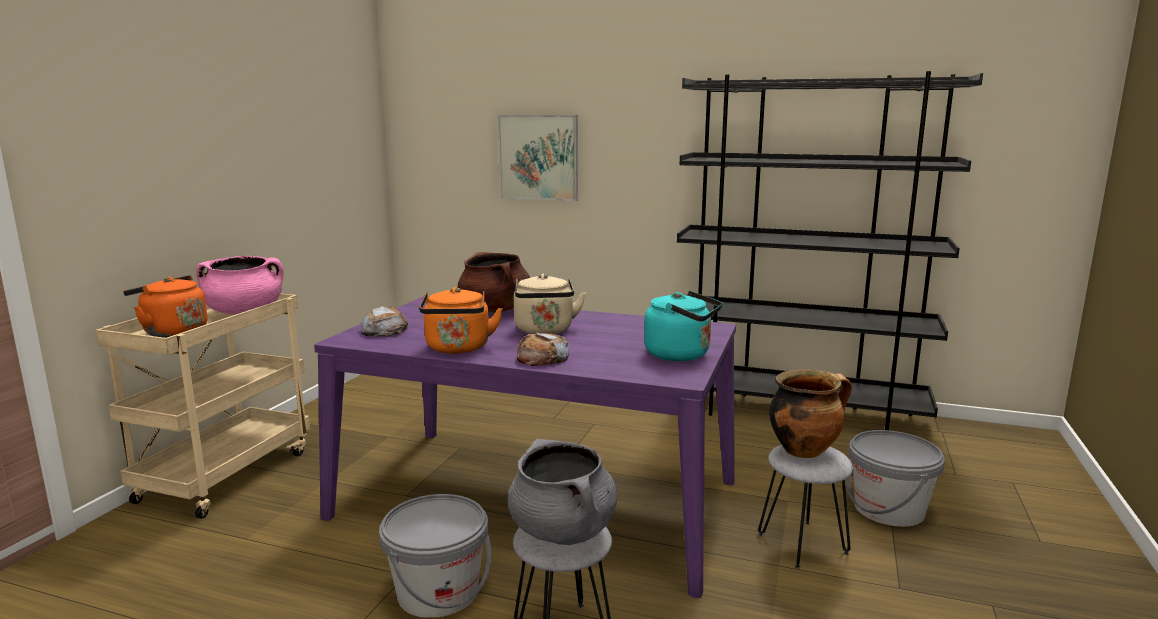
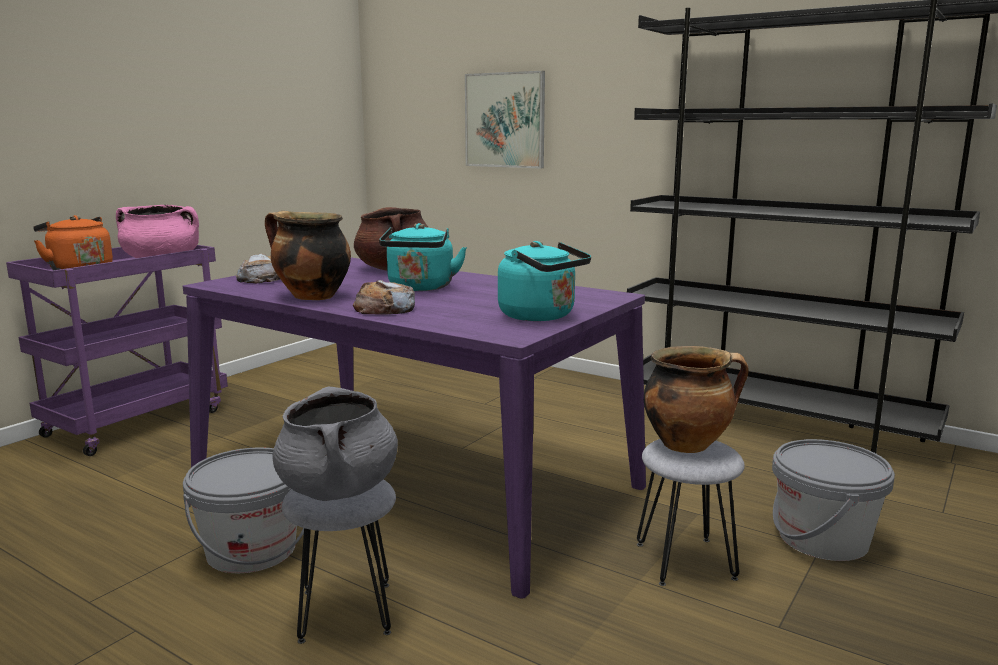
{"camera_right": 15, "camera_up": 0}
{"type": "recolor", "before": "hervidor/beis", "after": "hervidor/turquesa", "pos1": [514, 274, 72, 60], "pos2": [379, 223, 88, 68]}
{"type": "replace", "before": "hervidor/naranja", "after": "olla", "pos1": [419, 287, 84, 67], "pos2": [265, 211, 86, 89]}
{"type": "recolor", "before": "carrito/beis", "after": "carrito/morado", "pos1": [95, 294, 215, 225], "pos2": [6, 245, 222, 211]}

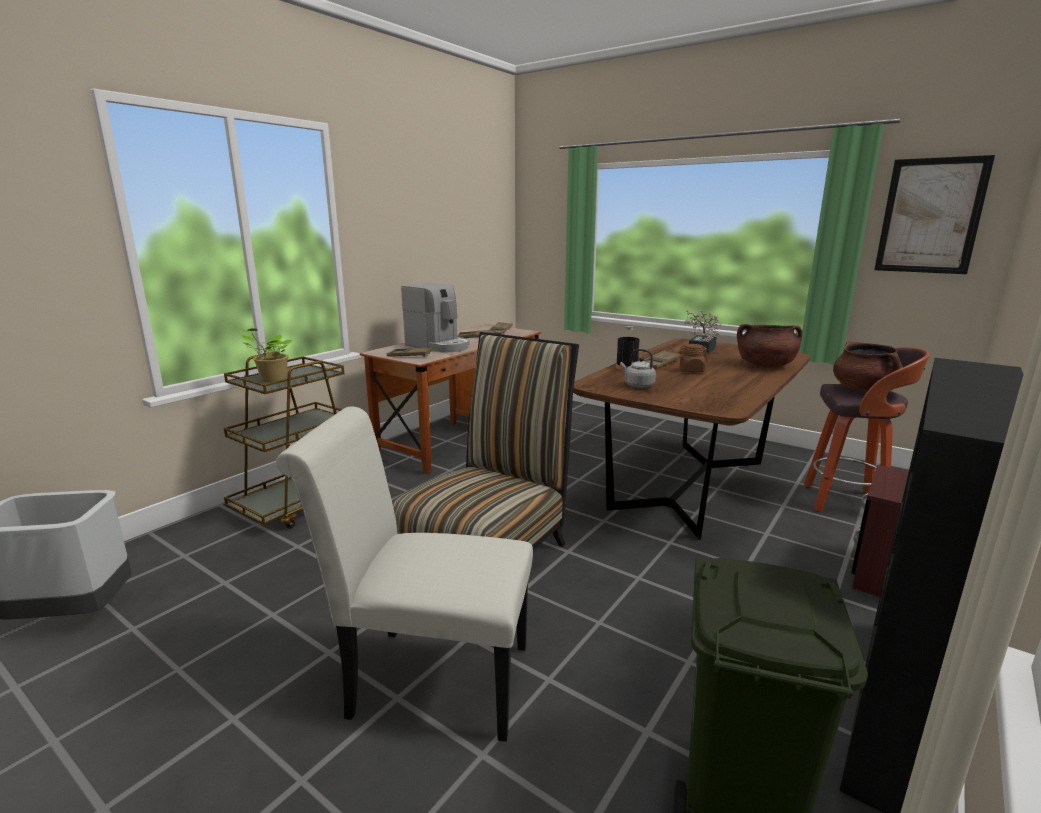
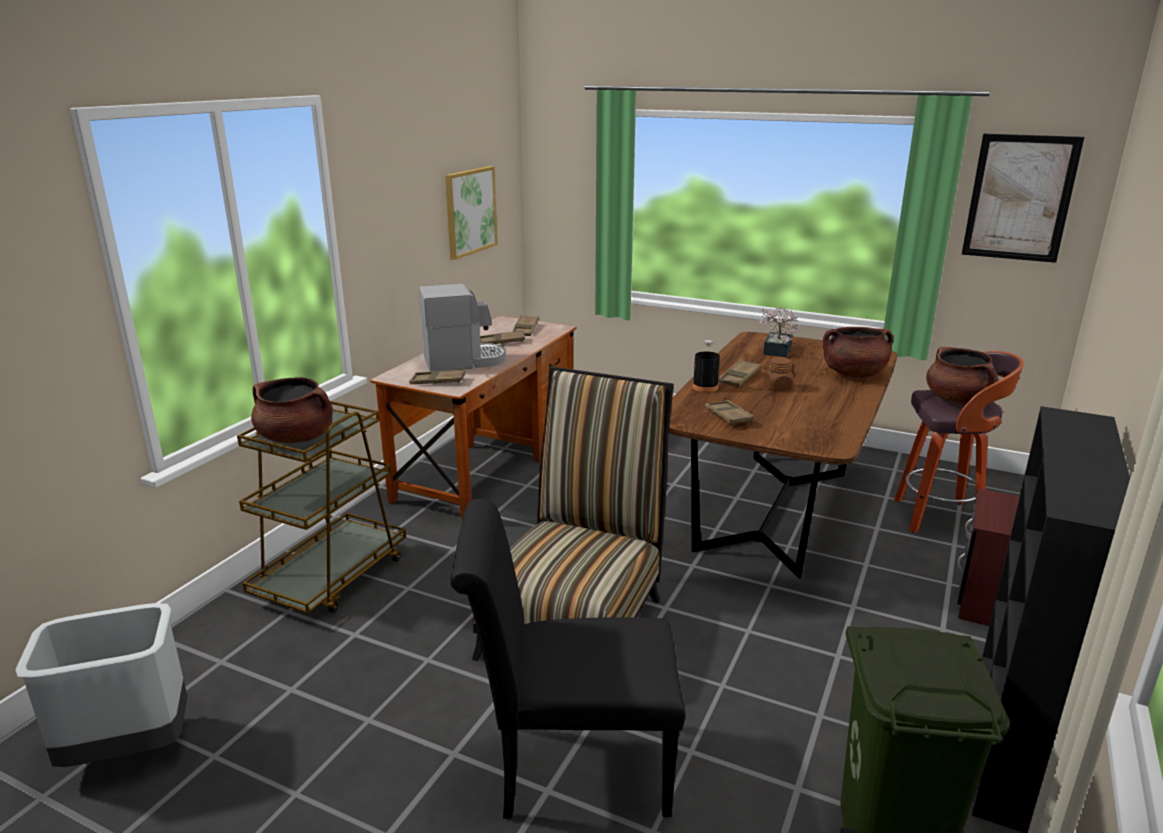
{"camera_right": -10, "camera_up": 5}
{"type": "rotate", "before": "cafetera", "pos1": [401, 283, 68, 69], "pos2": [419, 283, 87, 89], "turn": -45}
{"type": "replace", "before": "planta en maceta", "after": "olla/marrón", "pos1": [235, 327, 57, 55], "pos2": [251, 377, 82, 66]}
{"type": "replace", "before": "hervidor/gris", "after": "bandeja/marrón", "pos1": [620, 349, 36, 39], "pos2": [705, 400, 49, 25]}
{"type": "recolor", "before": "silla/blanco", "after": "silla/negro", "pos1": [276, 406, 257, 336], "pos2": [451, 499, 234, 320]}
{"type": "insert", "after": "cuadro", "pos2": [445, 166, 53, 94]}

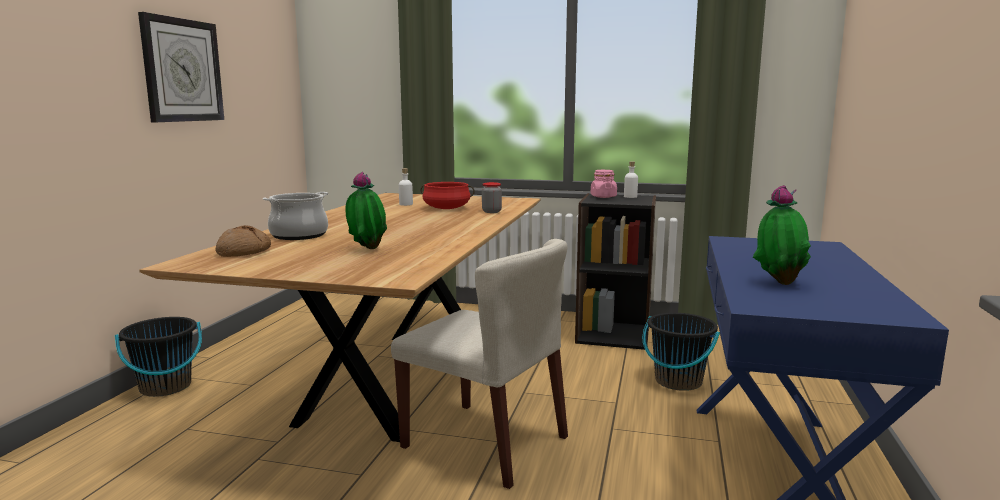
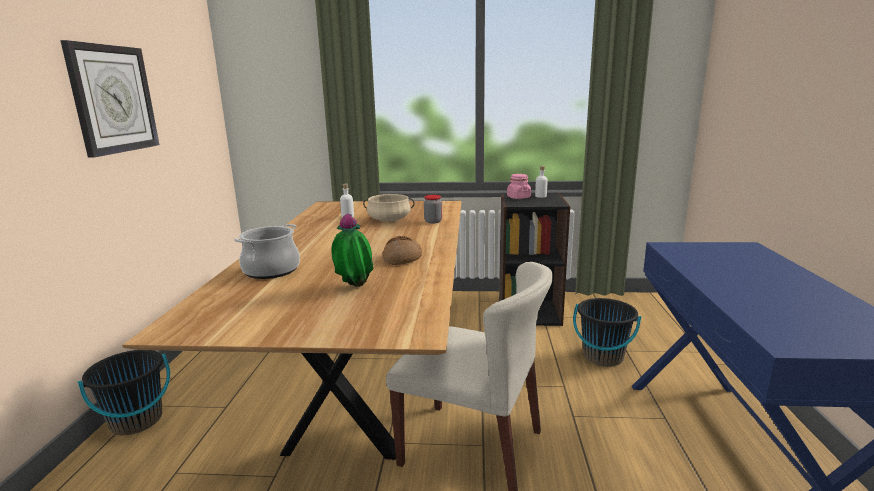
{"camera_right": -10, "camera_up": 5}
{"type": "recolor", "before": "olla/rojo", "after": "olla/beis", "pos1": [420, 182, 55, 27], "pos2": [363, 194, 52, 27]}
{"type": "delete", "before": "planta en maceta", "pos1": [753, 185, 58, 100]}
{"type": "move", "before": "pan", "pos1": [215, 225, 56, 32], "pos2": [383, 236, 39, 29]}

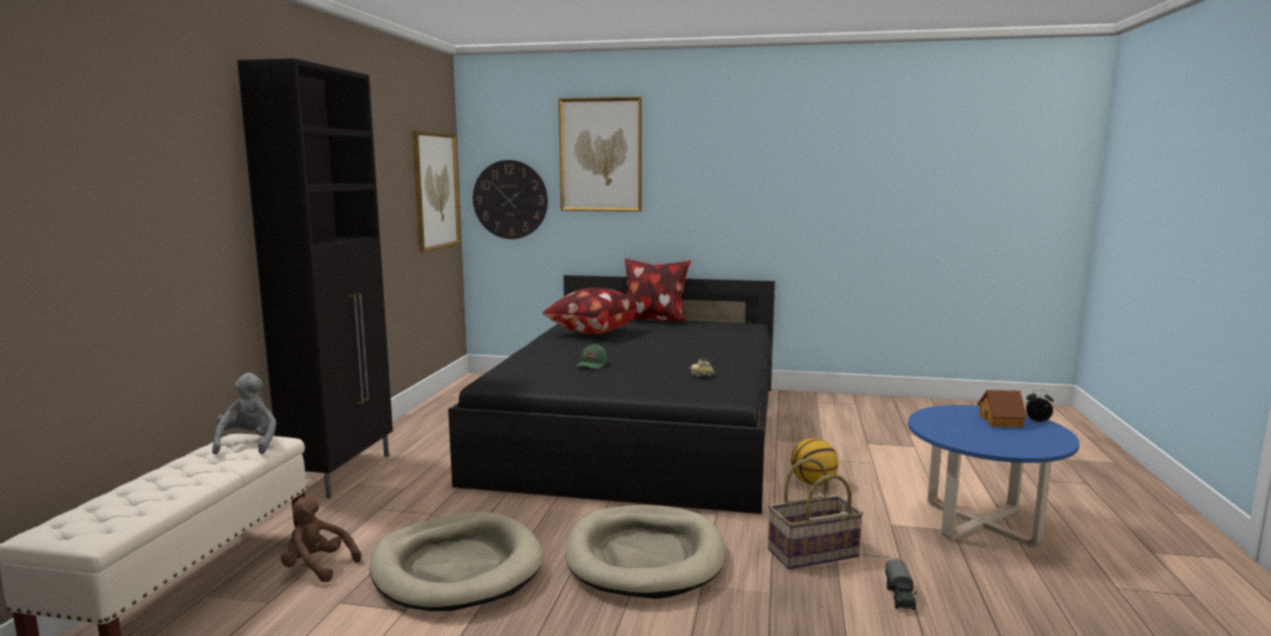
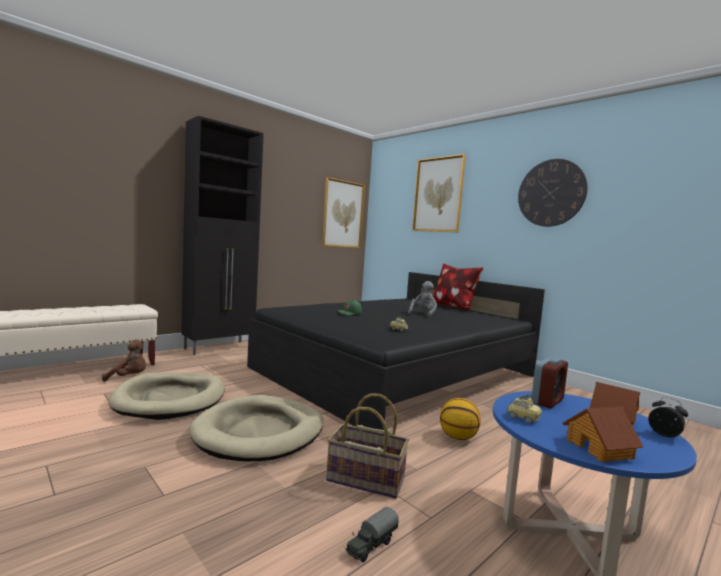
{"camera_right": 35, "camera_up": -5}
{"type": "move", "before": "reloj de pared", "pos1": [473, 160, 75, 79], "pos2": [518, 159, 70, 68]}
{"type": "delete", "before": "cojín", "pos1": [543, 288, 94, 46]}
{"type": "move", "before": "peluche/gris", "pos1": [212, 373, 65, 82], "pos2": [408, 281, 29, 37]}
{"type": "rotate", "before": "peluche/marrón", "pos1": [281, 497, 80, 85], "pos2": [102, 339, 44, 43], "turn": 120}
{"type": "insert", "after": "despertador", "pos2": [531, 357, 37, 52]}
{"type": "insert", "after": "coche de juguete", "pos2": [507, 394, 35, 29]}
{"type": "insert", "after": "casita", "pos2": [563, 406, 81, 56]}

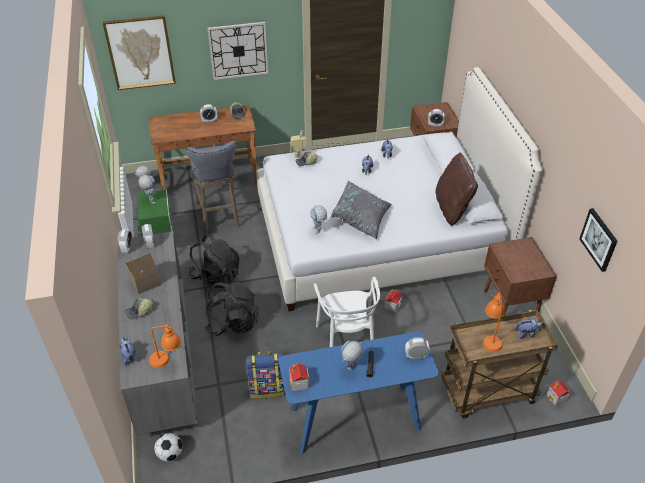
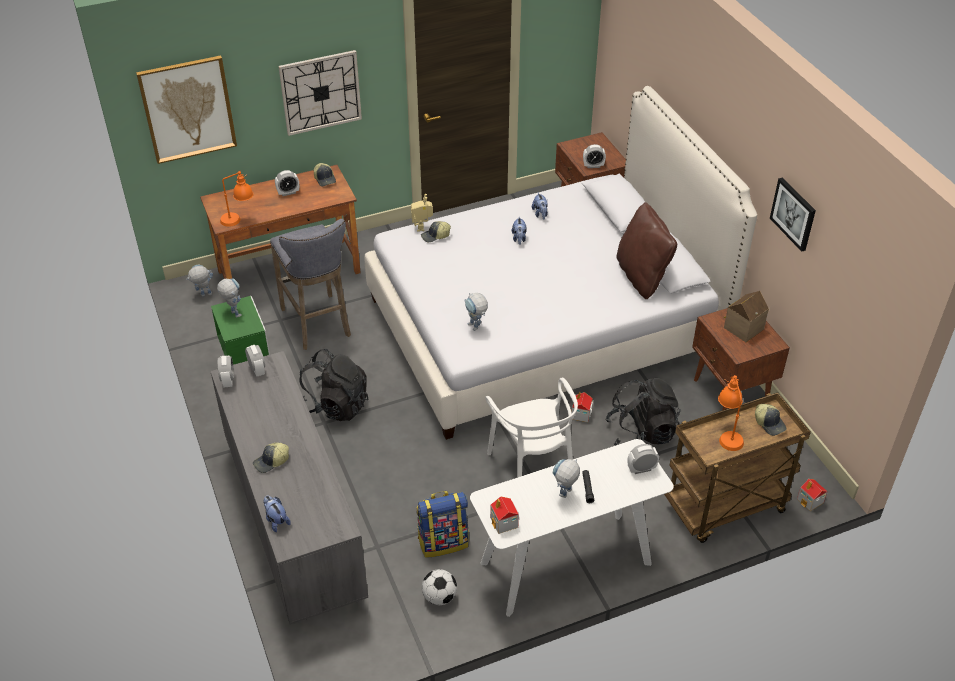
{"camera_right": -10, "camera_up": 0}
{"type": "delete", "before": "cojín/gris", "pos1": [331, 181, 61, 58]}
{"type": "move", "before": "cuadro", "pos1": [579, 208, 38, 64], "pos2": [770, 178, 46, 74]}
{"type": "move", "before": "casita", "pos1": [126, 253, 35, 41], "pos2": [724, 291, 45, 51]}
{"type": "move", "before": "mochila/negro", "pos1": [205, 282, 53, 54], "pos2": [605, 378, 76, 68]}
{"type": "replace", "before": "peluche", "after": "gorra", "pos1": [515, 317, 27, 22], "pos2": [755, 404, 32, 32]}
{"type": "move", "before": "lámpara de mesa/naranja", "pos1": [149, 322, 32, 46], "pos2": [220, 170, 33, 57]}
{"type": "recolor", "before": "mesa consola/azul", "after": "mesa consola/blanco", "pos1": [278, 332, 161, 122], "pos2": [470, 439, 204, 178]}
{"type": "move", "before": "balón de fútbol", "pos1": [154, 433, 29, 29], "pos2": [422, 569, 35, 36]}

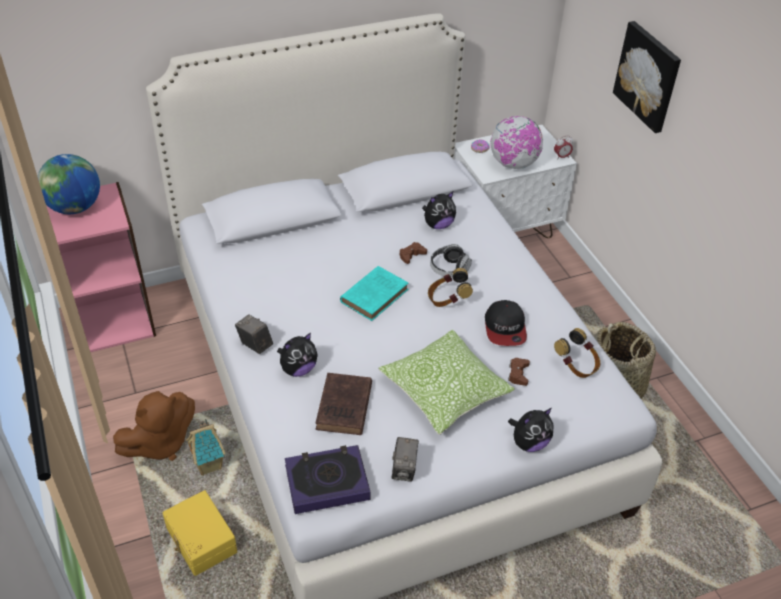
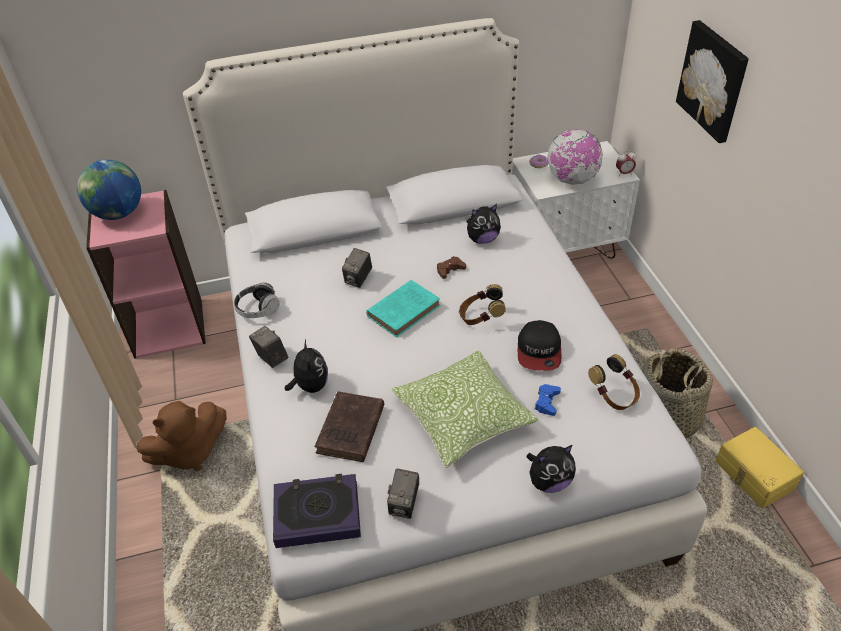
{"camera_right": 10, "camera_up": 0}
{"type": "move", "before": "auriculares", "pos1": [430, 244, 42, 33], "pos2": [234, 282, 45, 36]}
{"type": "rotate", "before": "peluche", "pos1": [277, 332, 40, 45], "pos2": [285, 340, 43, 53], "turn": -75}
{"type": "recolor", "before": "mando de consola/marrón", "after": "mando de consola/azul", "pos1": [508, 358, 22, 28], "pos2": [535, 384, 26, 32]}
{"type": "delete", "before": "casita", "pos1": [186, 419, 40, 57]}
{"type": "move", "before": "caja de almacenaje/amarillo", "pos1": [163, 490, 74, 86], "pos2": [715, 427, 89, 81]}
{"type": "insert", "after": "cámara", "pos2": [342, 248, 30, 40]}

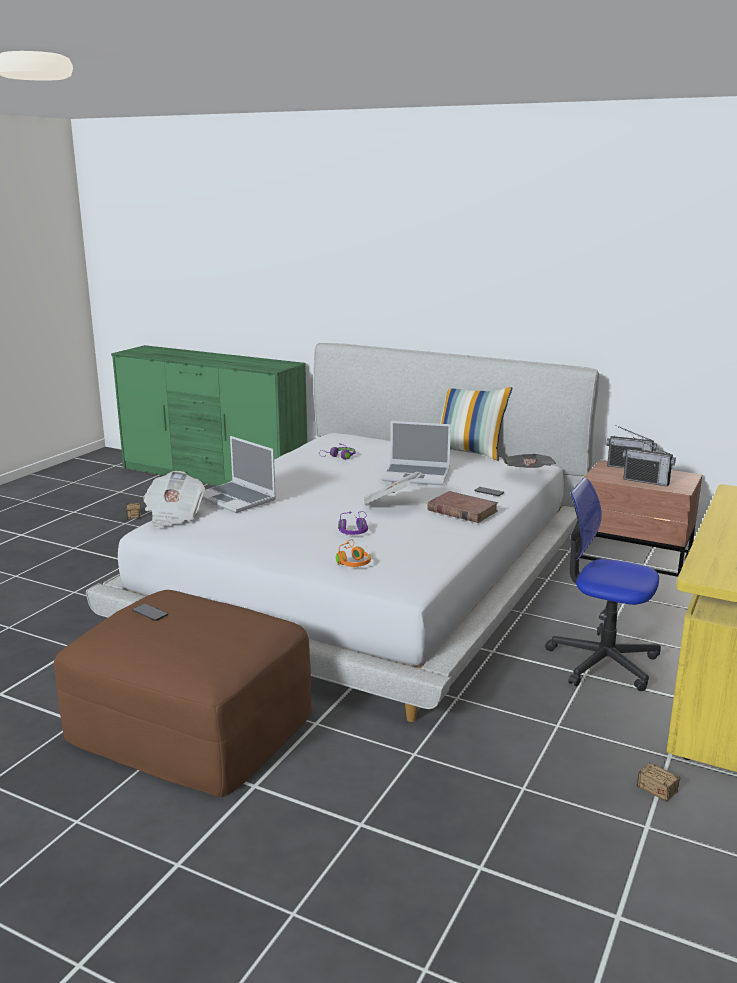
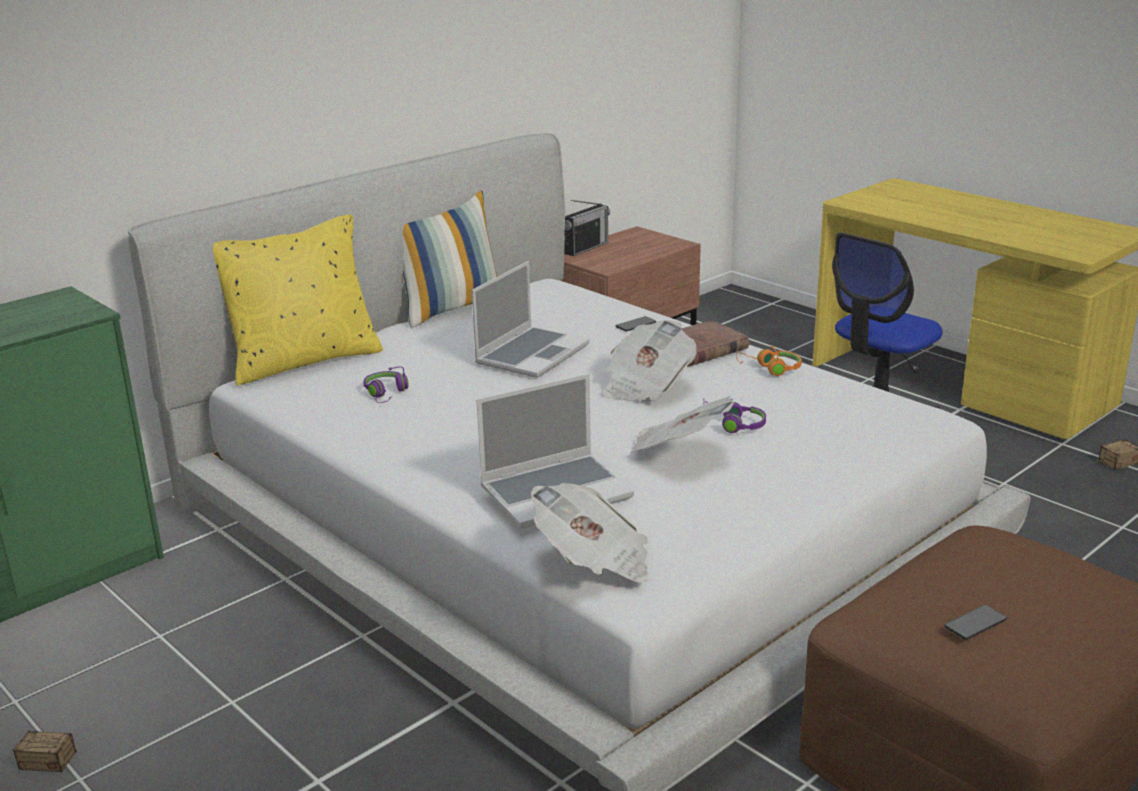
{"camera_right": -70, "camera_up": 5}
{"type": "delete", "before": "radio", "pos1": [623, 437, 53, 49]}
{"type": "move", "before": "periódico", "pos1": [502, 454, 54, 14], "pos2": [631, 396, 103, 57]}
{"type": "move", "before": "auriculares/naranja", "pos1": [336, 539, 35, 28], "pos2": [736, 346, 66, 30]}
{"type": "insert", "after": "cojín/amarillo", "pos2": [213, 214, 170, 172]}

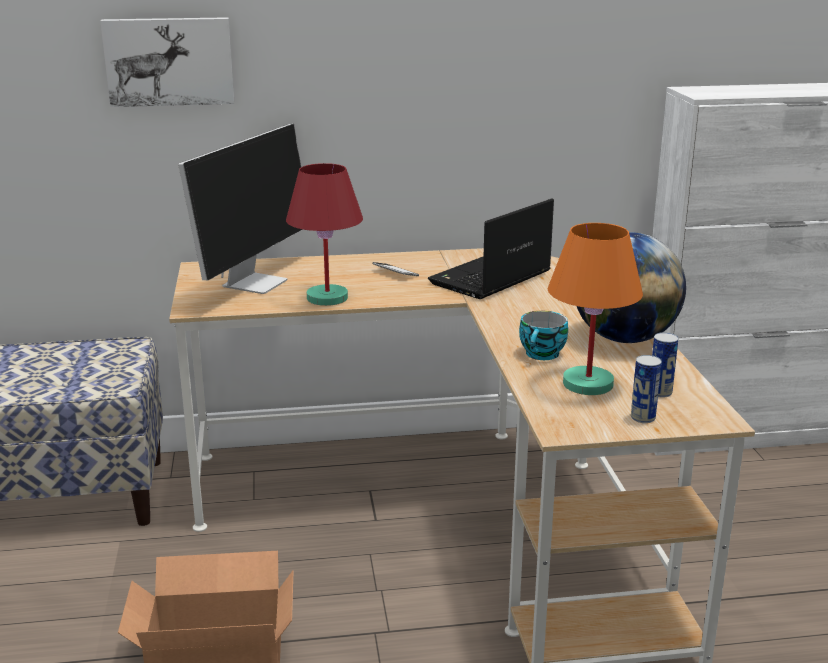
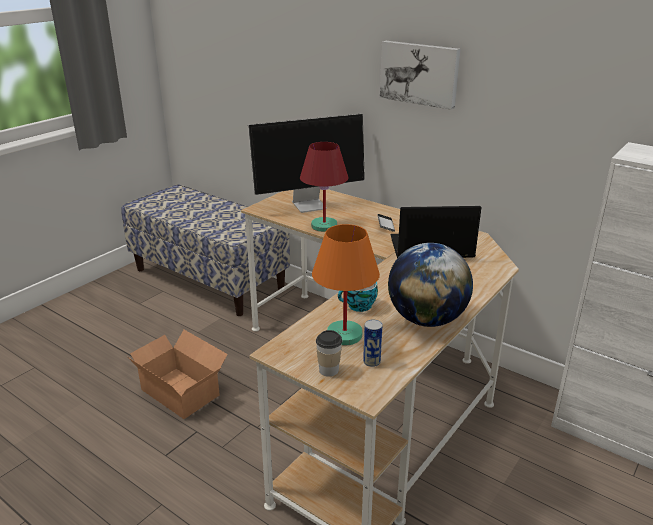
{"camera_right": 45, "camera_up": 5}
{"type": "move", "before": "cuadro", "pos1": [100, 17, 134, 90], "pos2": [380, 41, 80, 69]}
{"type": "replace", "before": "lata", "after": "taza", "pos1": [631, 355, 31, 68], "pos2": [316, 330, 26, 47]}

